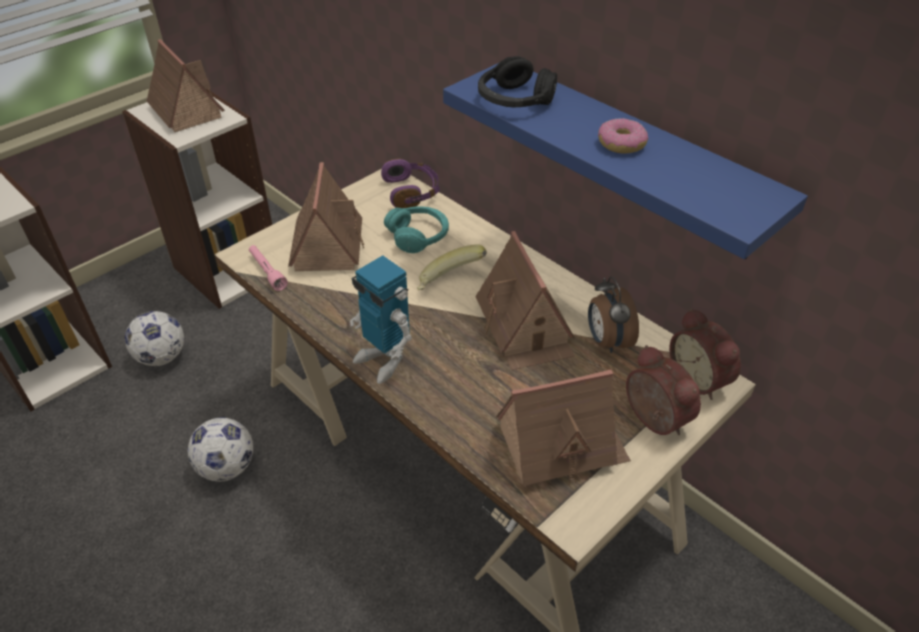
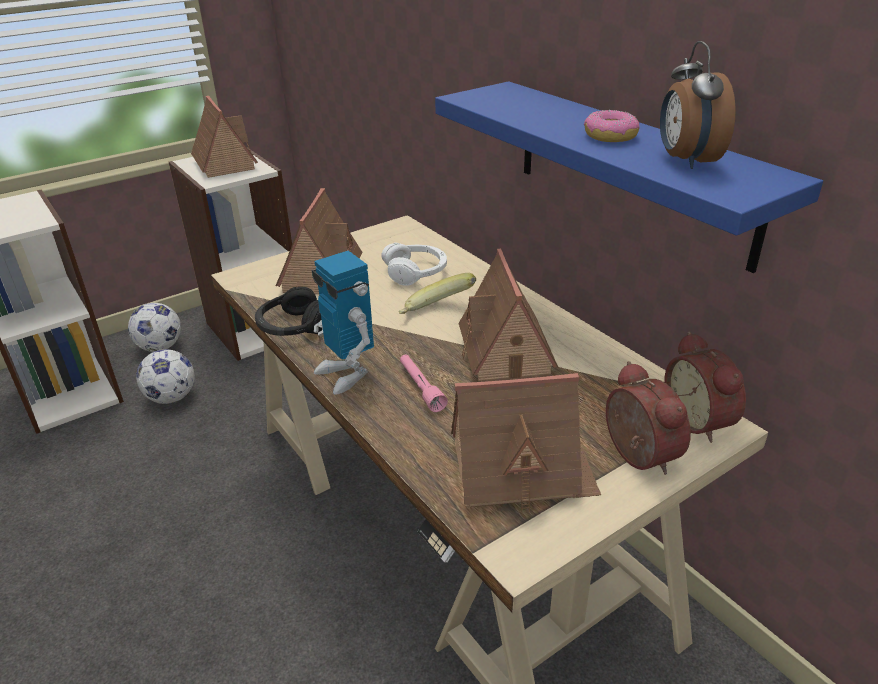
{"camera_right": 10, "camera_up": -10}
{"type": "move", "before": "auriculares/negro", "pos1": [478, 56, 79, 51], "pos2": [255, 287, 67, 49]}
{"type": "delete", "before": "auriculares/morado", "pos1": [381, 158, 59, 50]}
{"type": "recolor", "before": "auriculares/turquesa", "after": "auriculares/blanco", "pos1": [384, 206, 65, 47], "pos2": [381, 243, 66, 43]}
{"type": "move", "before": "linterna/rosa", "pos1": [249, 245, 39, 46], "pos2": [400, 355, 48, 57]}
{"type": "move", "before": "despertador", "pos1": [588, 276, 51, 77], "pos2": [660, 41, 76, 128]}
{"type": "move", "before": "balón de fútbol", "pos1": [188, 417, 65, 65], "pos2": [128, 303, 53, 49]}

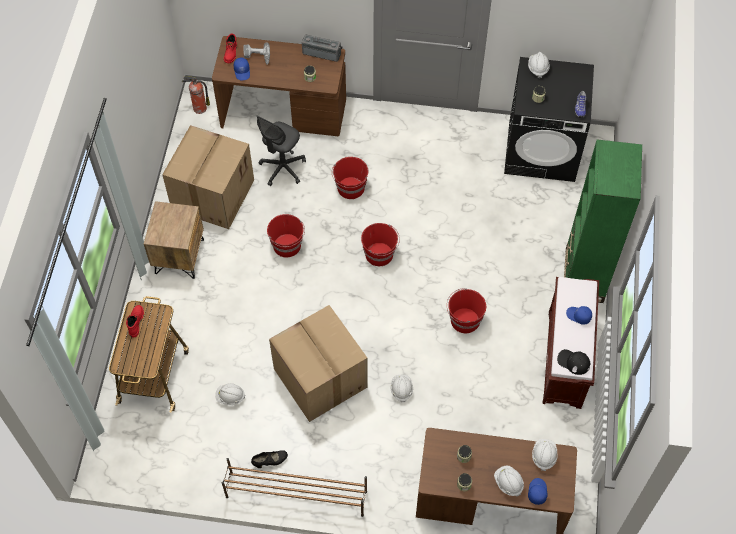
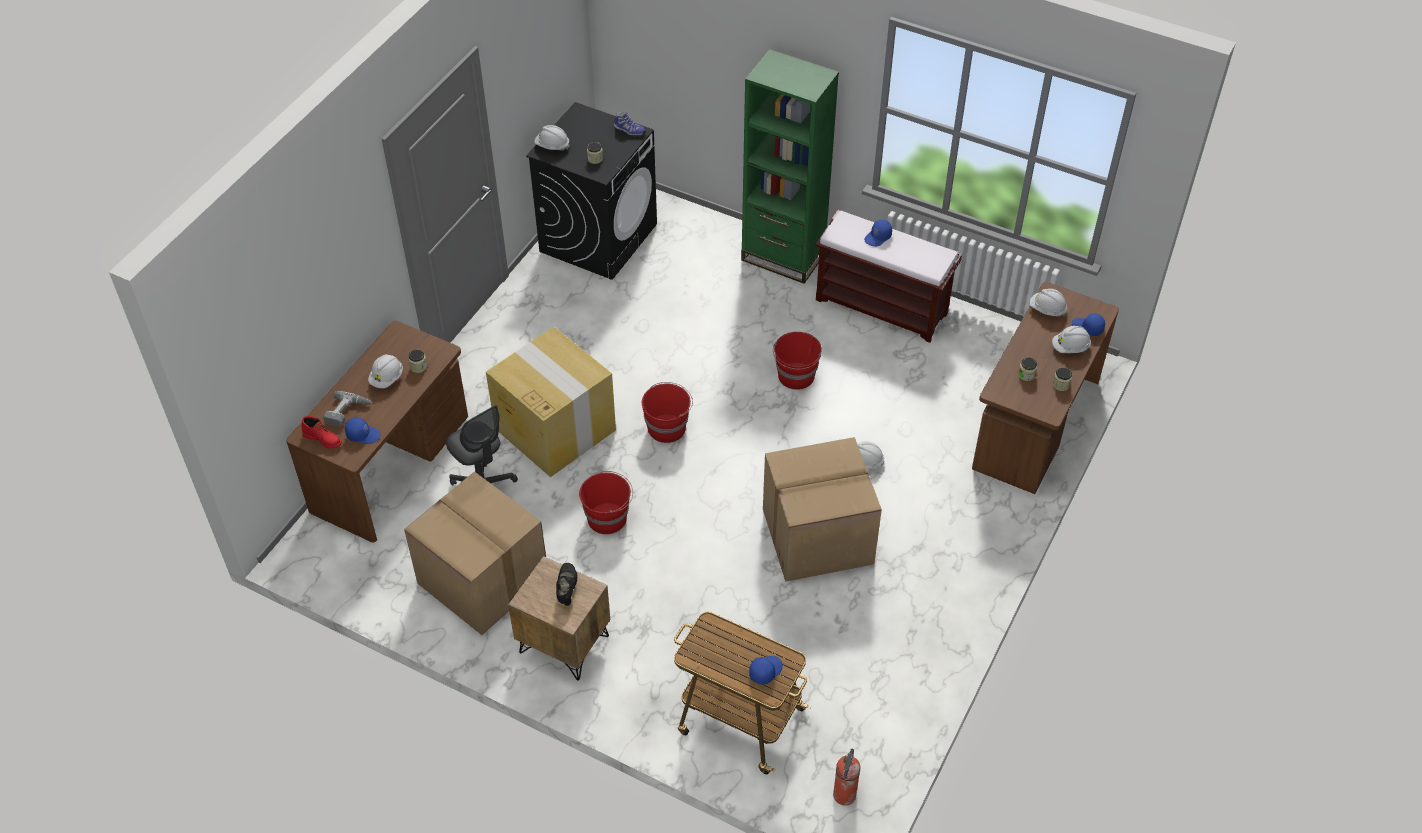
{"camera_right": -70, "camera_up": -10}
{"type": "delete", "before": "radio", "pos1": [302, 34, 41, 28]}
{"type": "move", "before": "extintor", "pos1": [182, 76, 28, 38], "pos2": [833, 749, 28, 57]}
{"type": "replace", "before": "cubo/rojo", "after": "caja de cartón", "pos1": [332, 157, 36, 42], "pos2": [486, 327, 130, 150]}
{"type": "delete", "before": "bota/rojo", "pos1": [126, 305, 18, 32]}
{"type": "delete", "before": "gorra/negro", "pos1": [557, 349, 33, 26]}
{"type": "move", "before": "casco/blanco", "pos1": [215, 383, 30, 22], "pos2": [368, 354, 35, 34]}
{"type": "move", "before": "zapato/negro", "pos1": [251, 450, 37, 18], "pos2": [556, 563, 21, 43]}
{"type": "delete", "before": "zapatero/marrón", "pos1": [222, 458, 145, 59]}
{"type": "insert", "after": "gorra/azul", "pos2": [749, 656, 34, 29]}

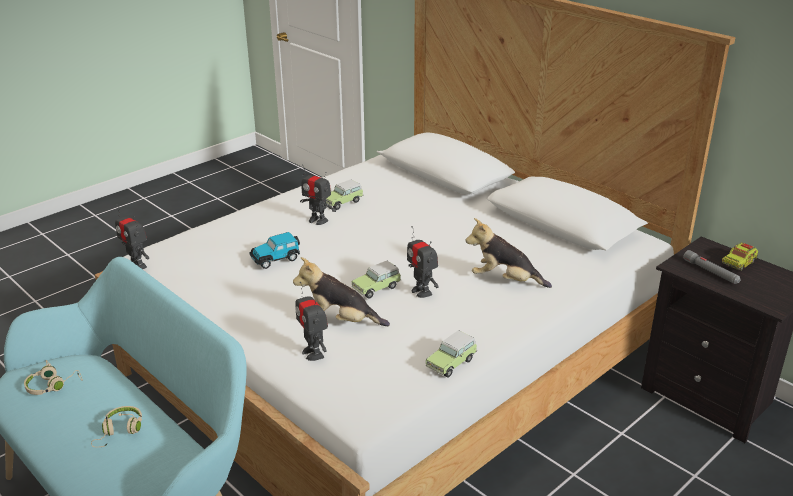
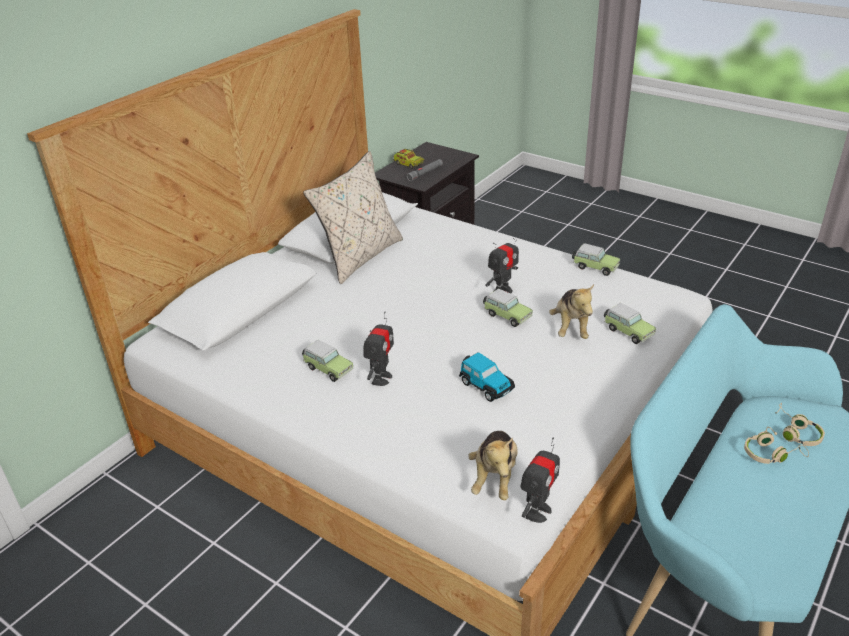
{"camera_right": -100, "camera_up": 5}
{"type": "move", "before": "peluche", "pos1": [465, 218, 87, 70], "pos2": [468, 431, 50, 69]}
{"type": "replace", "before": "robot de juguete", "after": "coche de juguete", "pos1": [295, 282, 33, 79], "pos2": [604, 303, 52, 41]}
{"type": "move", "before": "auriculares/beis", "pos1": [24, 360, 59, 35], "pos2": [775, 403, 50, 43]}
{"type": "insert", "after": "cojín/beis", "pos2": [303, 151, 100, 133]}

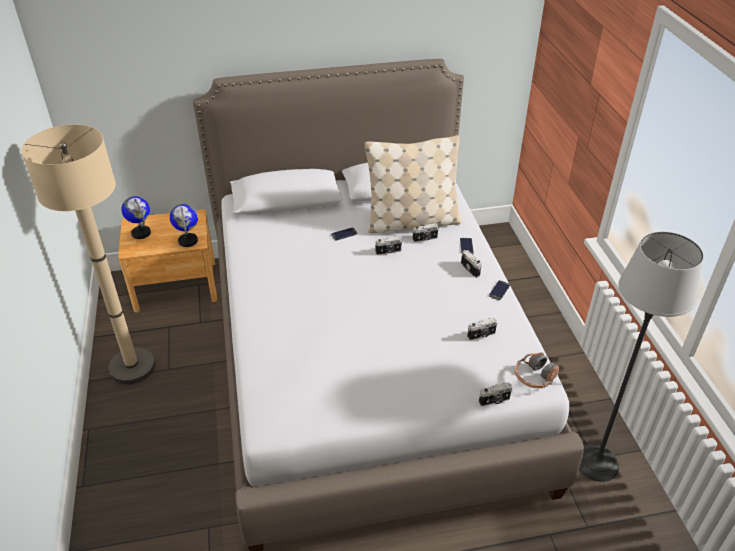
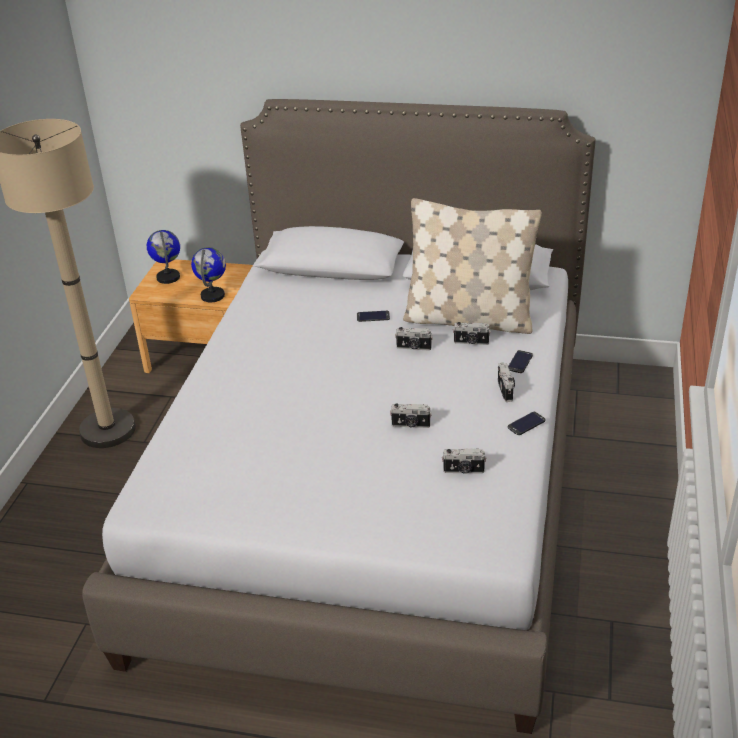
{"camera_right": 25, "camera_up": -5}
{"type": "delete", "before": "lámpara de pie", "pos1": [579, 232, 125, 250]}
{"type": "delete", "before": "auriculares", "pos1": [515, 352, 44, 36]}
{"type": "move", "before": "cámara", "pos1": [479, 382, 33, 24], "pos2": [390, 404, 42, 24]}

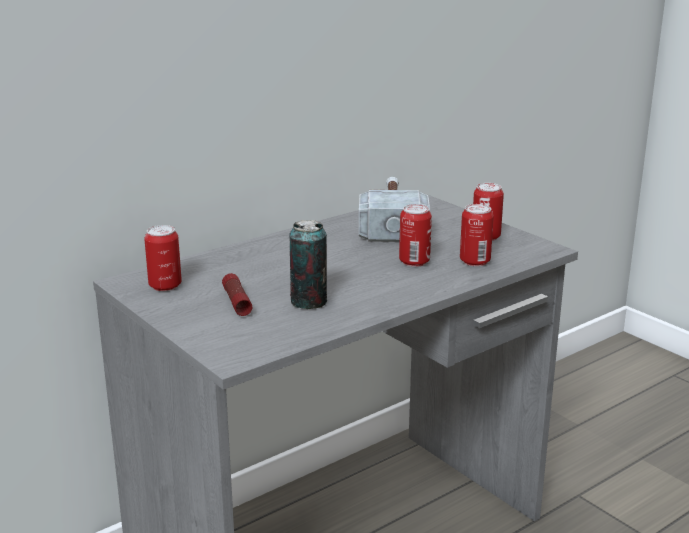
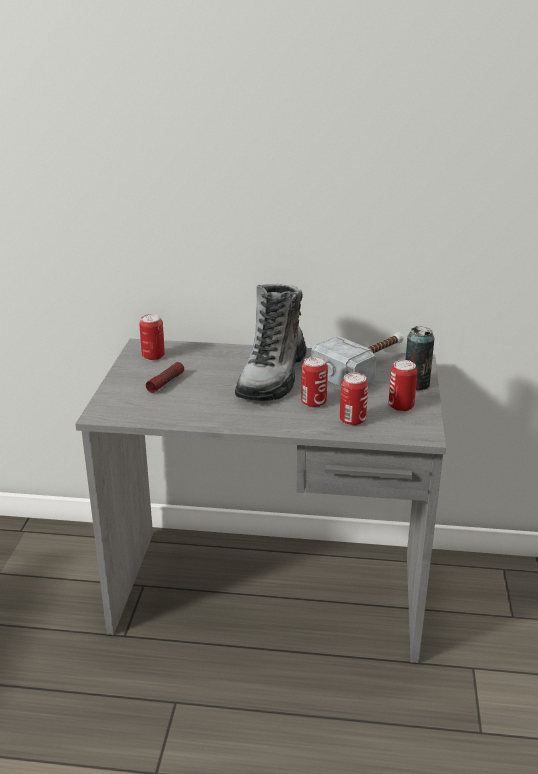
{"camera_right": 45, "camera_up": 5}
{"type": "move", "before": "lata", "pos1": [289, 220, 38, 89], "pos2": [405, 326, 29, 65]}
{"type": "insert", "after": "bota", "pos2": [235, 284, 72, 117]}

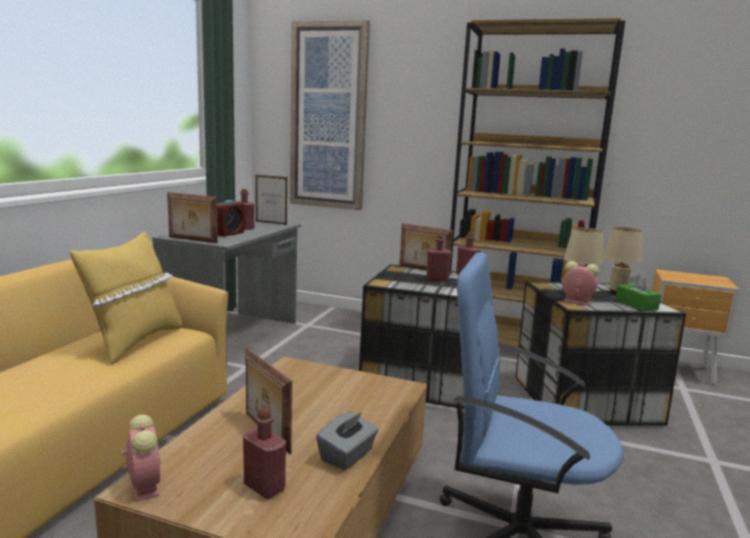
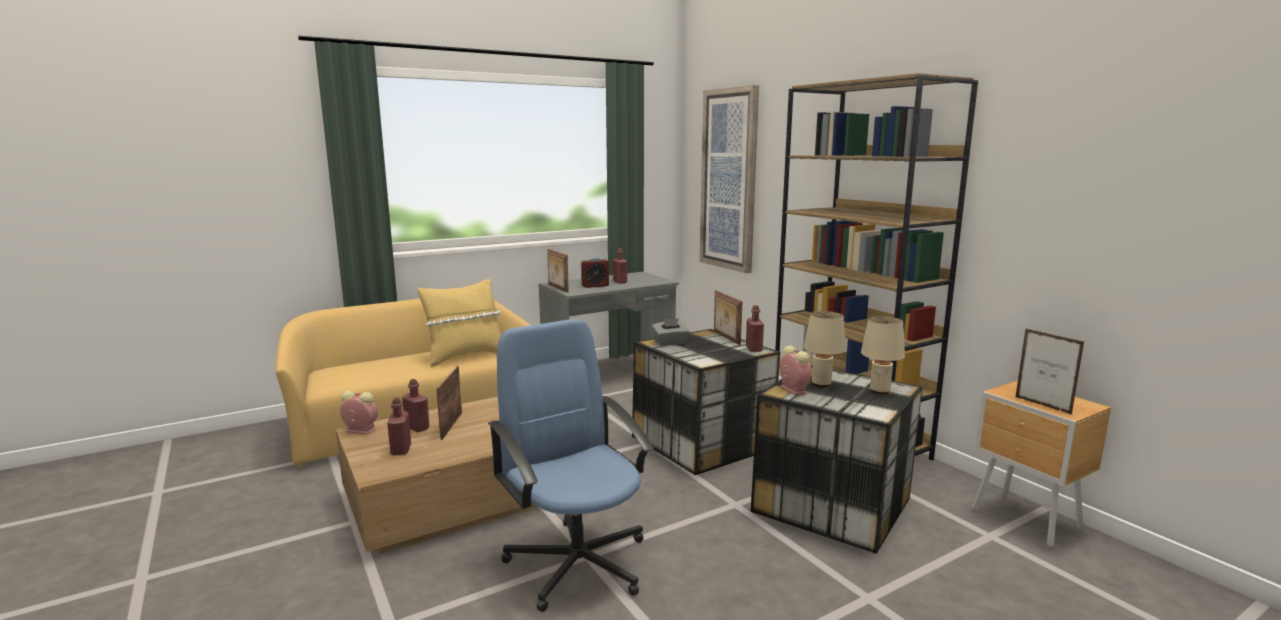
{"camera_right": 40, "camera_up": 0}
{"type": "move", "before": "portarretratos", "pos1": [255, 175, 32, 50], "pos2": [1016, 328, 68, 86]}
{"type": "move", "before": "botella/rojo", "pos1": [426, 234, 26, 47], "pos2": [402, 379, 28, 53]}
{"type": "delete", "before": "caja de pañuelos/verde", "pos1": [615, 274, 46, 38]}
{"type": "move", "before": "caja de pañuelos/gris", "pos1": [316, 411, 62, 59], "pos2": [652, 318, 37, 28]}
{"type": "rotate", "before": "despertador", "pos1": [122, 415, 39, 87], "pos2": [340, 391, 38, 44], "turn": -90}

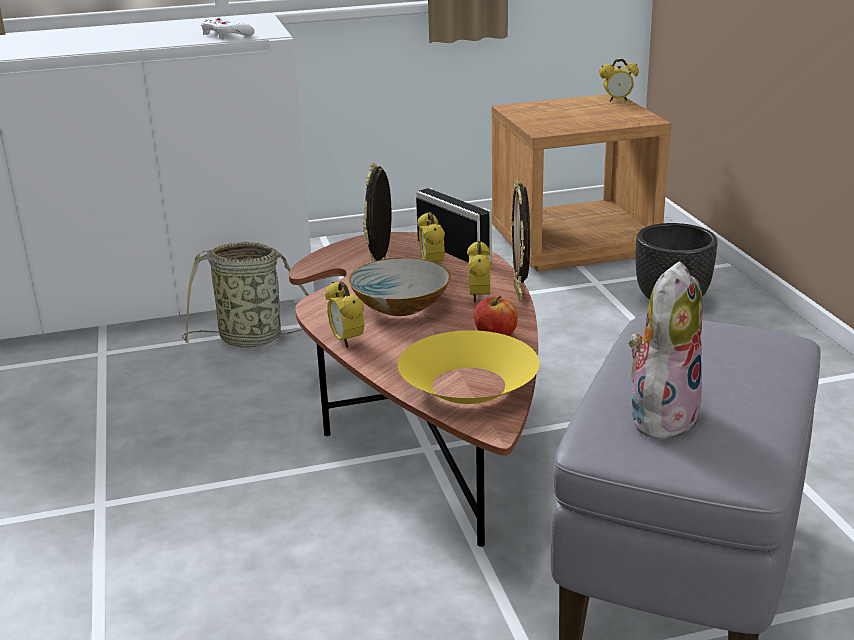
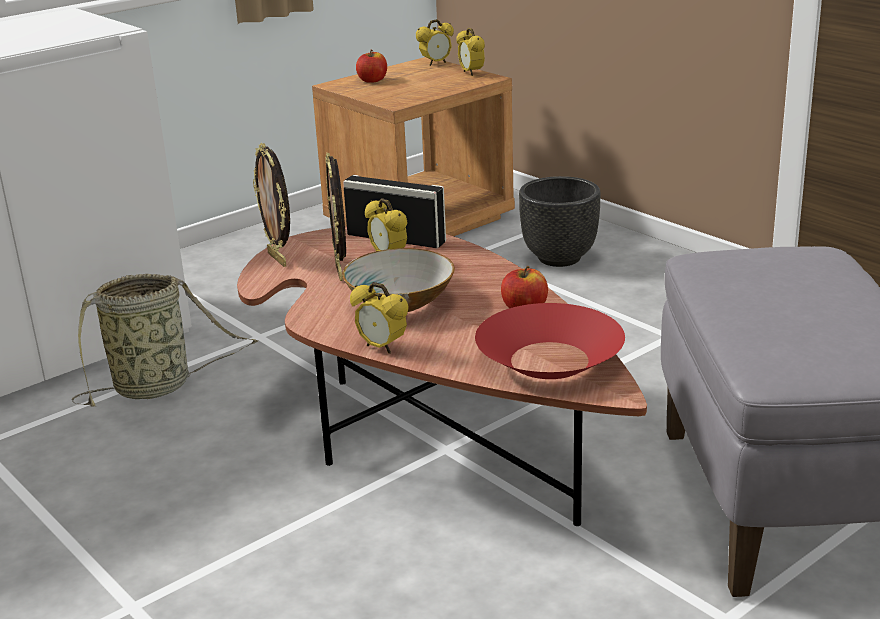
{"camera_right": -25, "camera_up": 0}
{"type": "delete", "before": "mando de consola/blanco", "pos1": [201, 17, 54, 22]}
{"type": "move", "before": "portarretratos", "pos1": [511, 180, 19, 122], "pos2": [253, 143, 37, 124]}
{"type": "move", "before": "despertador", "pos1": [467, 241, 24, 62], "pos2": [457, 28, 28, 48]}
{"type": "delete", "before": "peluche", "pos1": [628, 261, 75, 179]}
{"type": "recolor", "before": "cuenco/amarillo", "after": "cuenco/rojo", "pos1": [398, 330, 142, 74], "pos2": [475, 303, 150, 76]}
{"type": "insert", "after": "manzana", "pos2": [356, 50, 31, 33]}

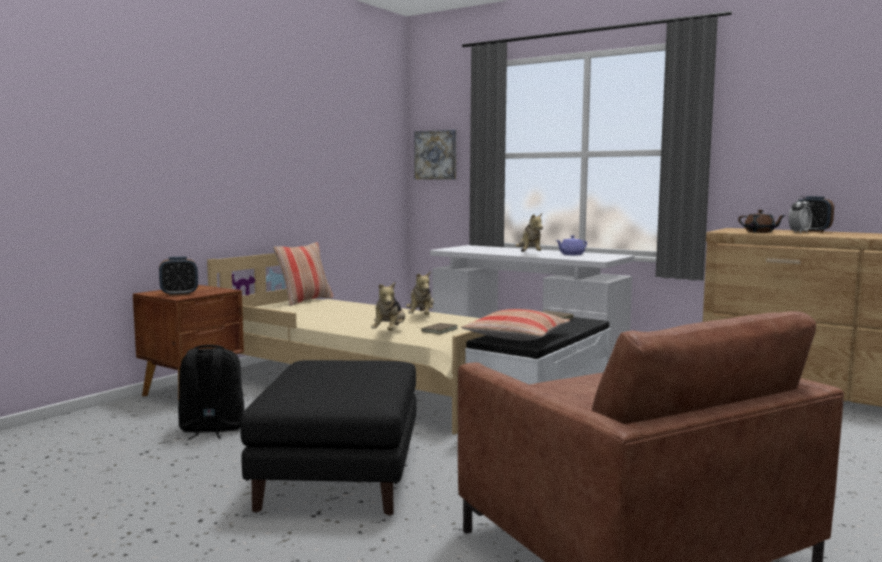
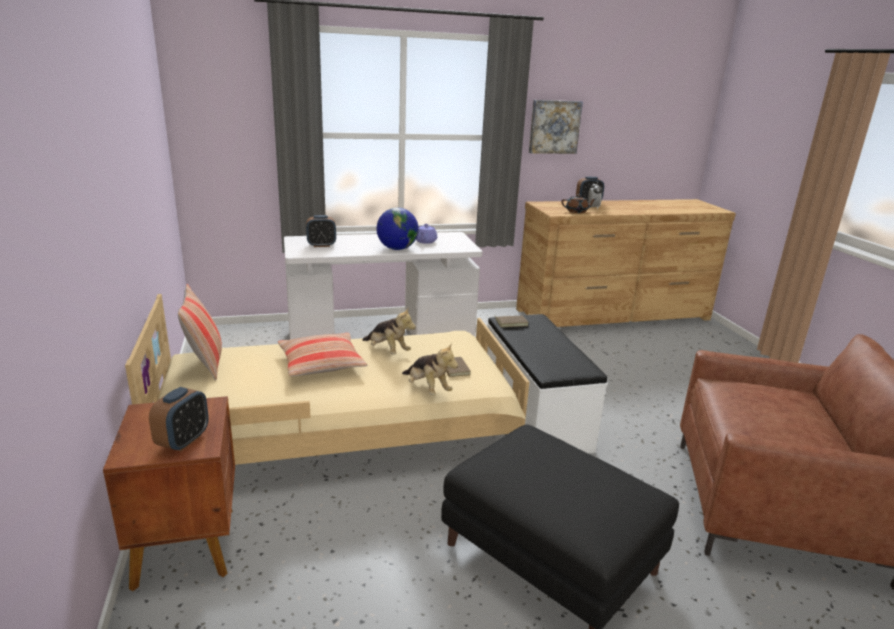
{"camera_right": -50, "camera_up": 15}
{"type": "move", "before": "cuadro", "pos1": [414, 130, 42, 50], "pos2": [529, 100, 54, 54]}
{"type": "replace", "before": "peluche", "after": "globo terráqueo", "pos1": [515, 213, 28, 39], "pos2": [377, 208, 42, 42]}
{"type": "move", "before": "cojín", "pos1": [462, 309, 108, 32], "pos2": [278, 333, 89, 43]}
{"type": "delete", "before": "mochila/negro", "pos1": [178, 345, 67, 95]}
{"type": "insert", "after": "despertador", "pos2": [306, 215, 30, 32]}

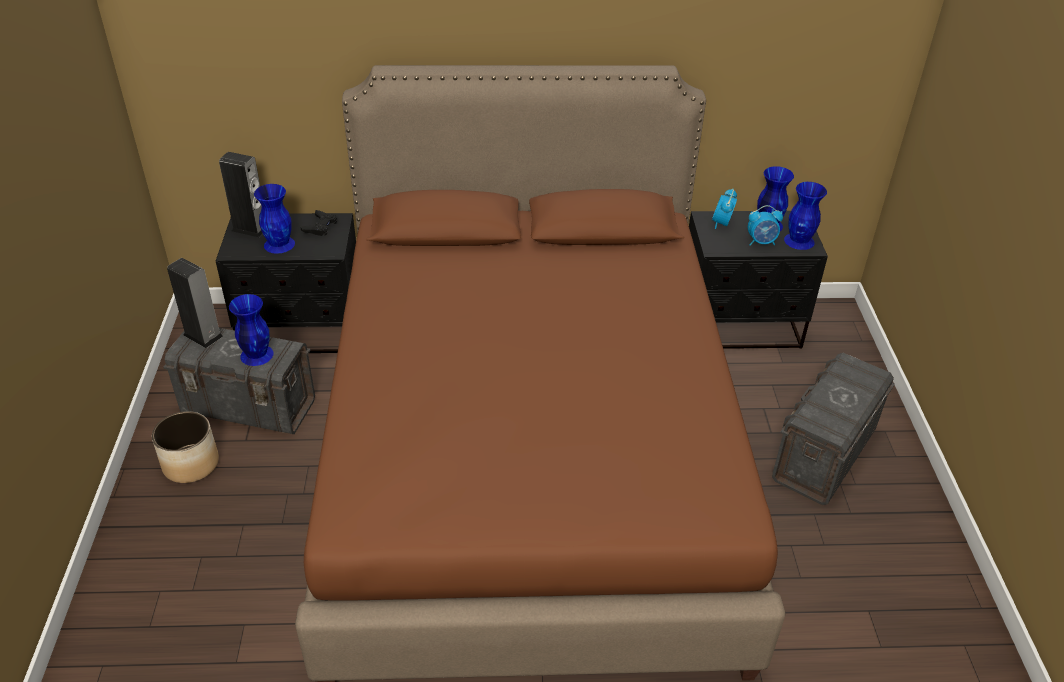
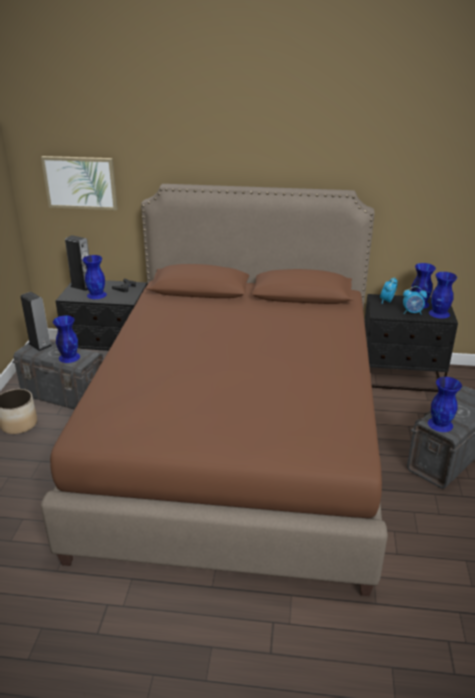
{"camera_right": 10, "camera_up": -10}
{"type": "insert", "after": "cuadro", "pos2": [41, 156, 77, 54]}
{"type": "insert", "after": "florero/azul", "pos2": [428, 377, 34, 55]}

